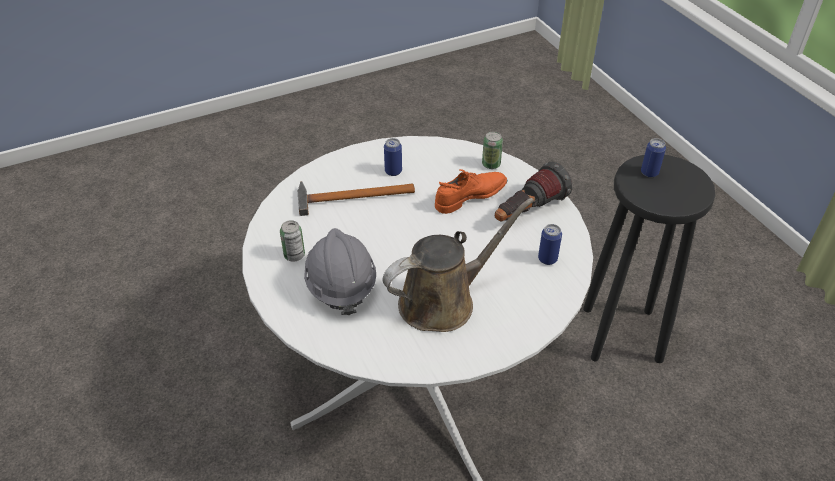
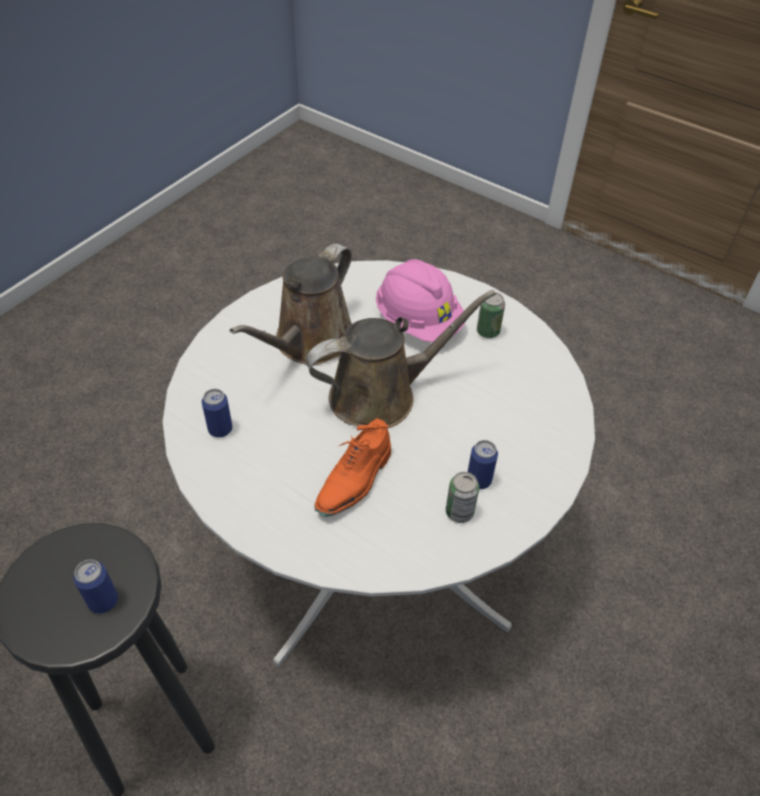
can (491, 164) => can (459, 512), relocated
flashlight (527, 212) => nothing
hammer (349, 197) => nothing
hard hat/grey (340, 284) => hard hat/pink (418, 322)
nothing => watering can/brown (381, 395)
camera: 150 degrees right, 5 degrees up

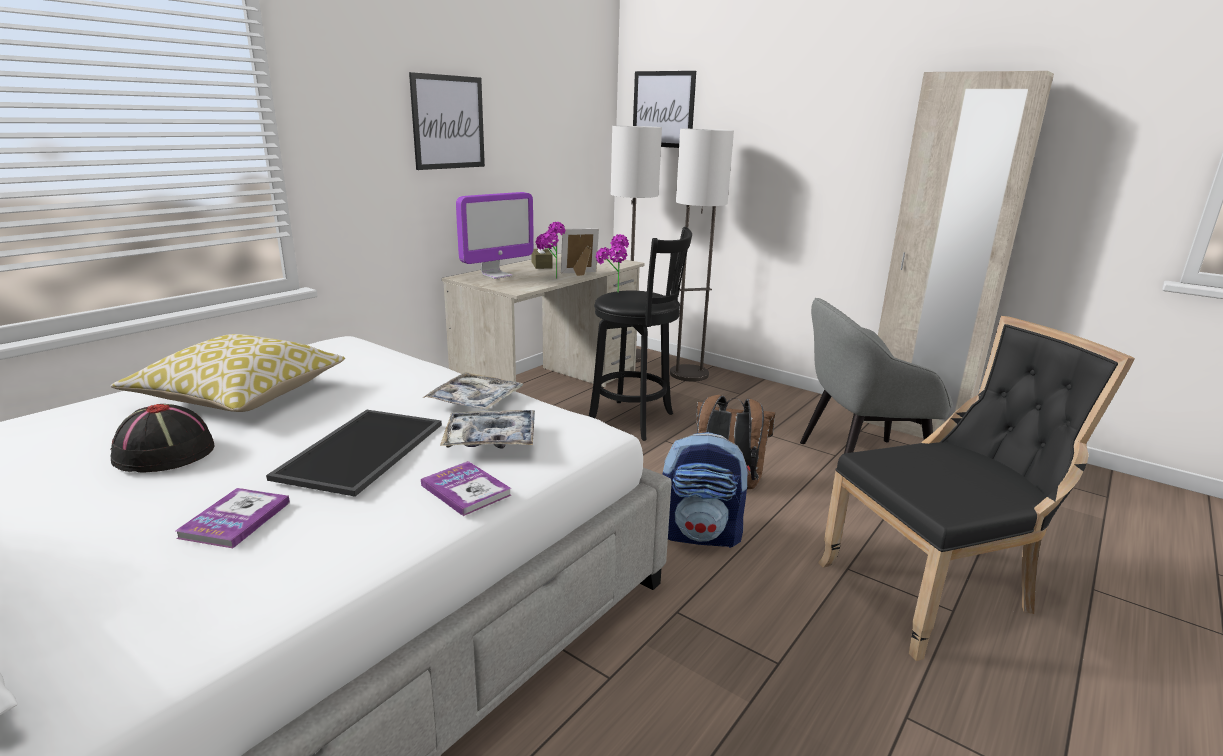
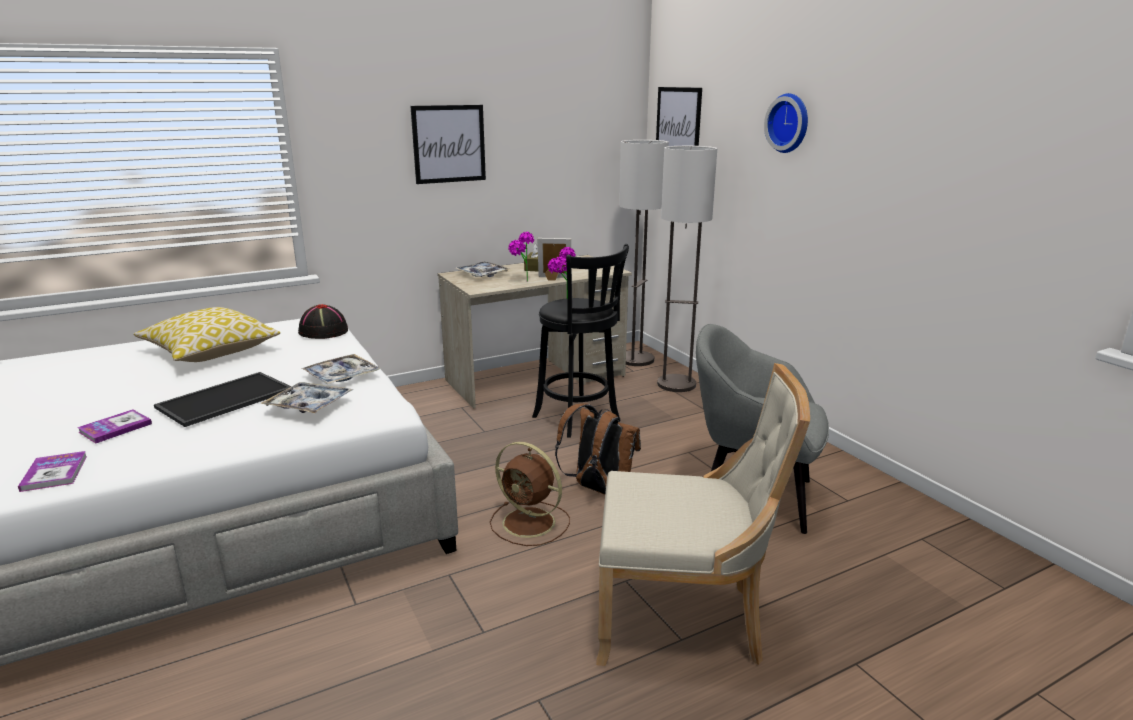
wardrobe/beige (914, 429) => nothing
monitor (496, 275) => tray (482, 274)
chair/black (934, 591) => chair/beige (684, 619)
hat/black (164, 453) => hat/black (323, 331), relocated
backpack (701, 534) => fan/brown (531, 523)
book (466, 490) => book (54, 473), relocated
nothing => wall clock (790, 123)
camera: 25 degrees right, 0 degrees up

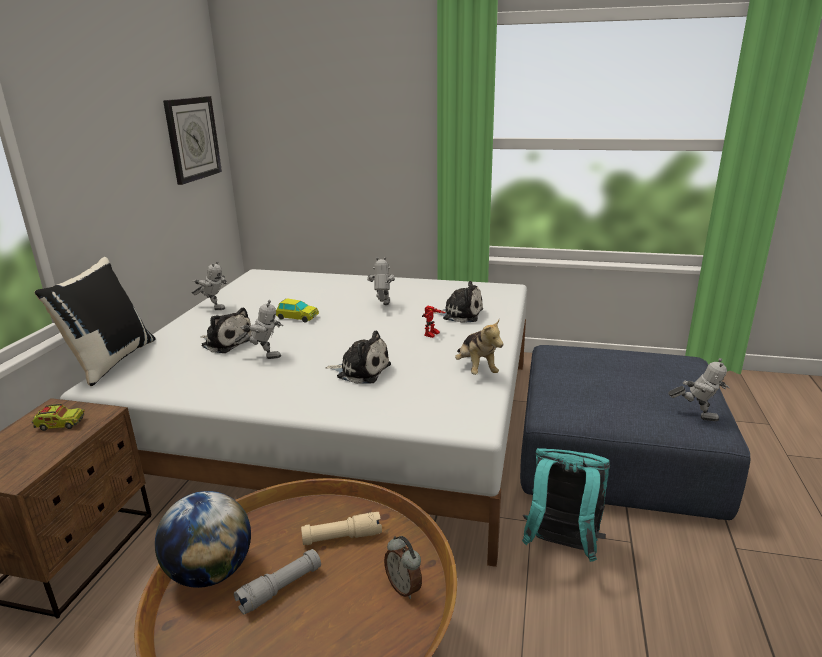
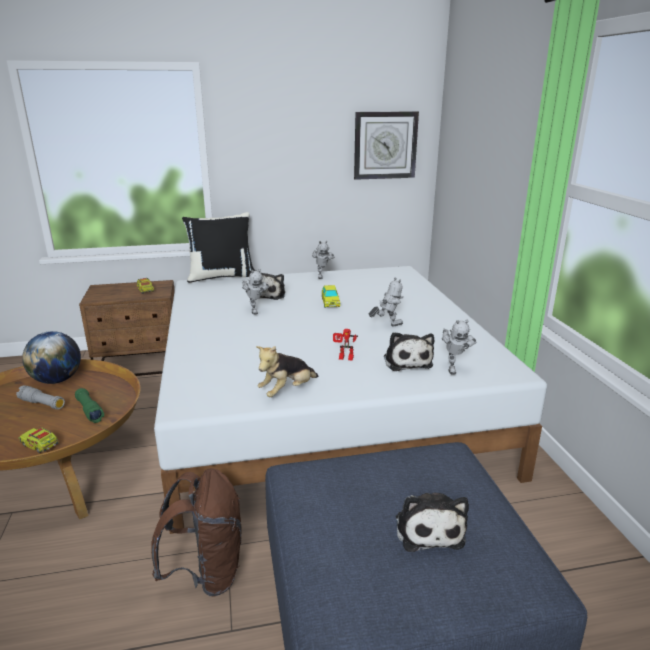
plush toy (361, 371) => plush toy (428, 528), relocated
toy robot (695, 415) => toy robot (453, 367), relocated
backpack/turquoise (561, 546) => backpack/brown (207, 572)
flashlight/beige (342, 537) => flashlight/green (89, 410)
alarm clock (404, 587) => toy truck (40, 445)
camera: 65 degrees right, 0 degrees up

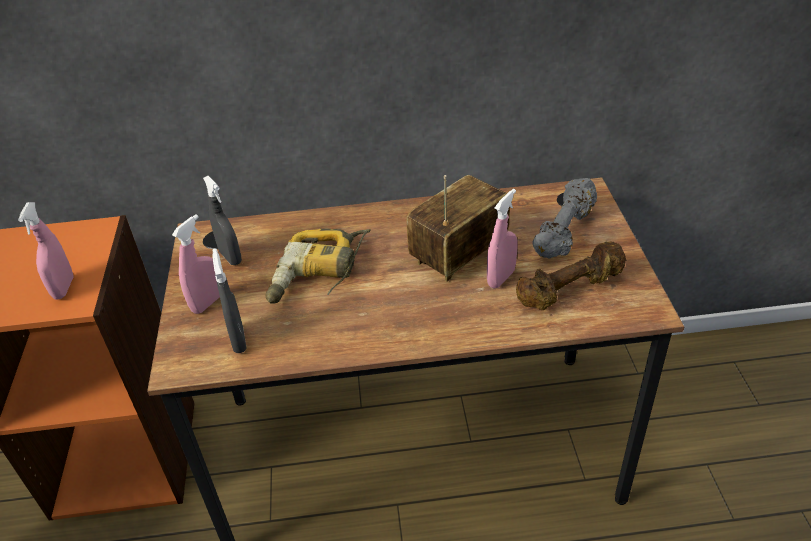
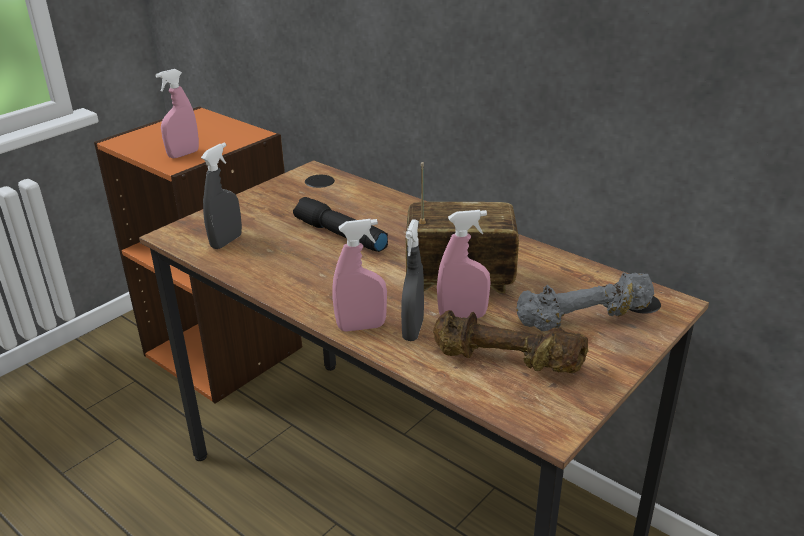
spray bottle/grey (230, 257) => spray bottle/grey (413, 330), relocated
spray bottle/pink (207, 303) => spray bottle/pink (361, 327), relocated
power drill (319, 275) => flashlight/black (339, 235)
camera: 45 degrees right, 10 degrees down

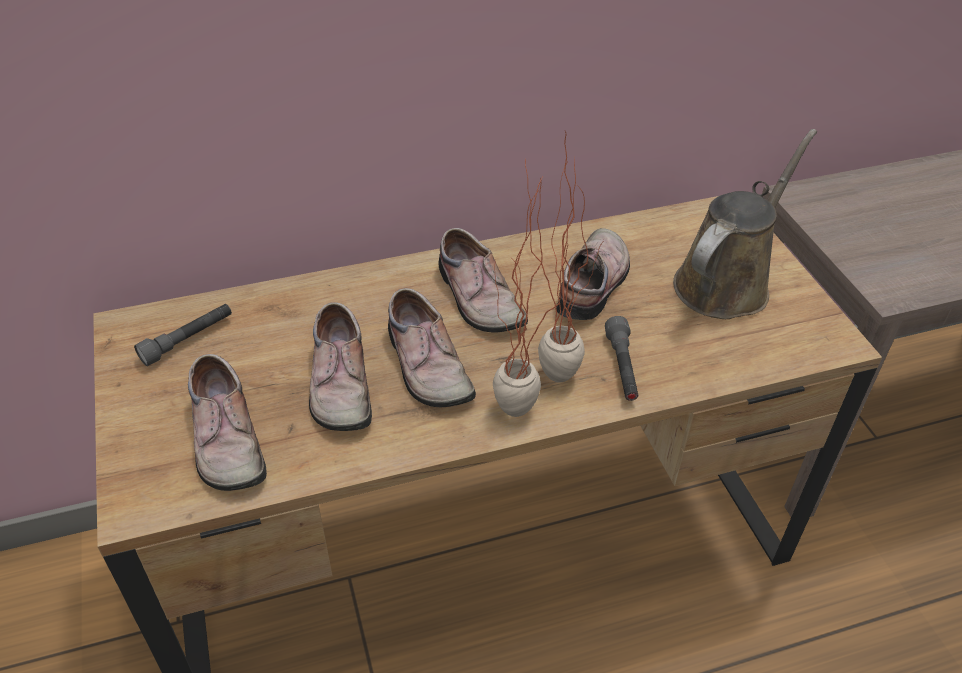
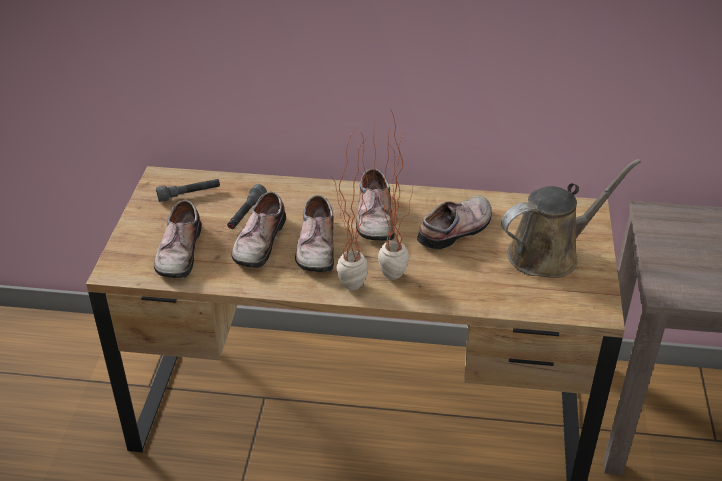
flashlight/grey (622, 367) => flashlight/grey (246, 214), relocated
camera: 25 degrees right, 5 degrees down

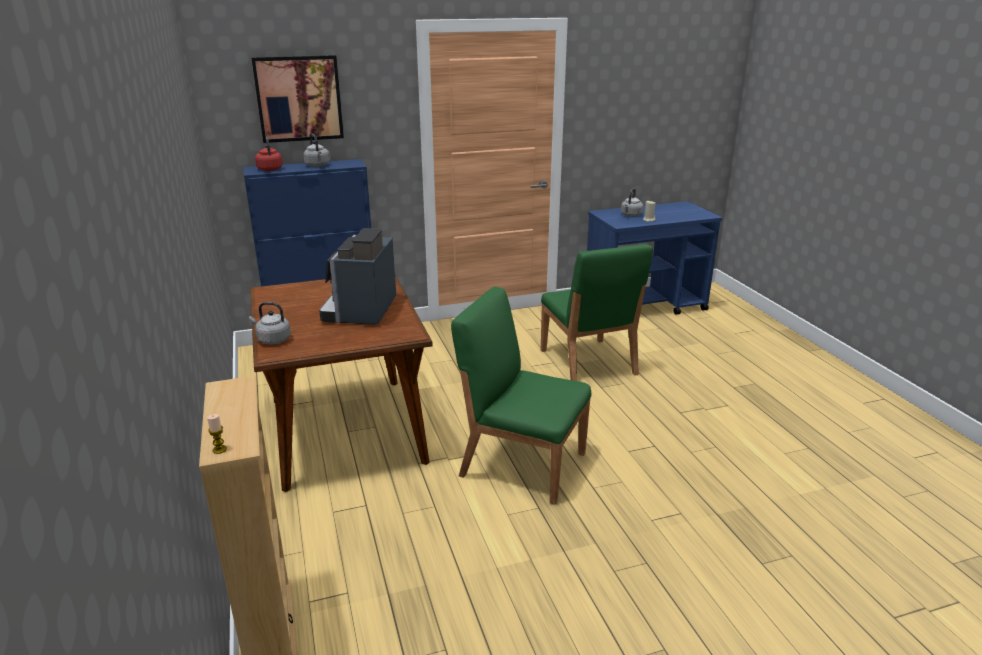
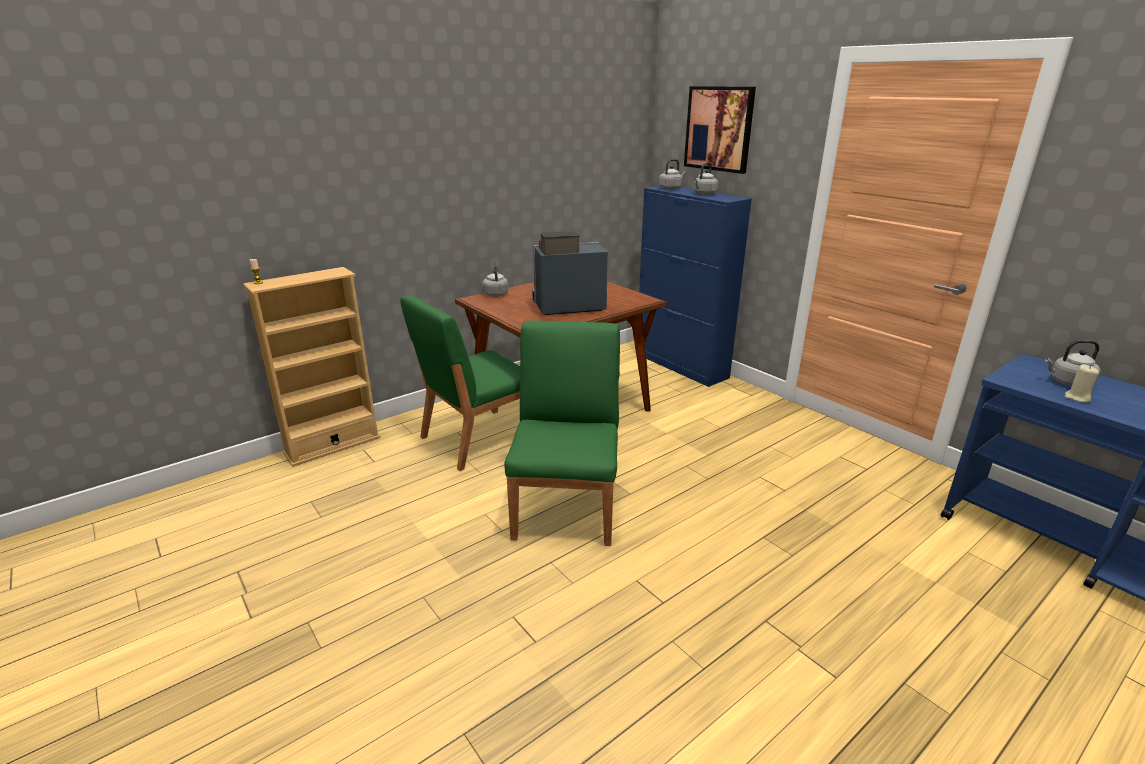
kettle/red (270, 169) => kettle/grey (671, 189)
chair/green (587, 363) => chair/green (477, 438), relocated
camera: 70 degrees right, 0 degrees up

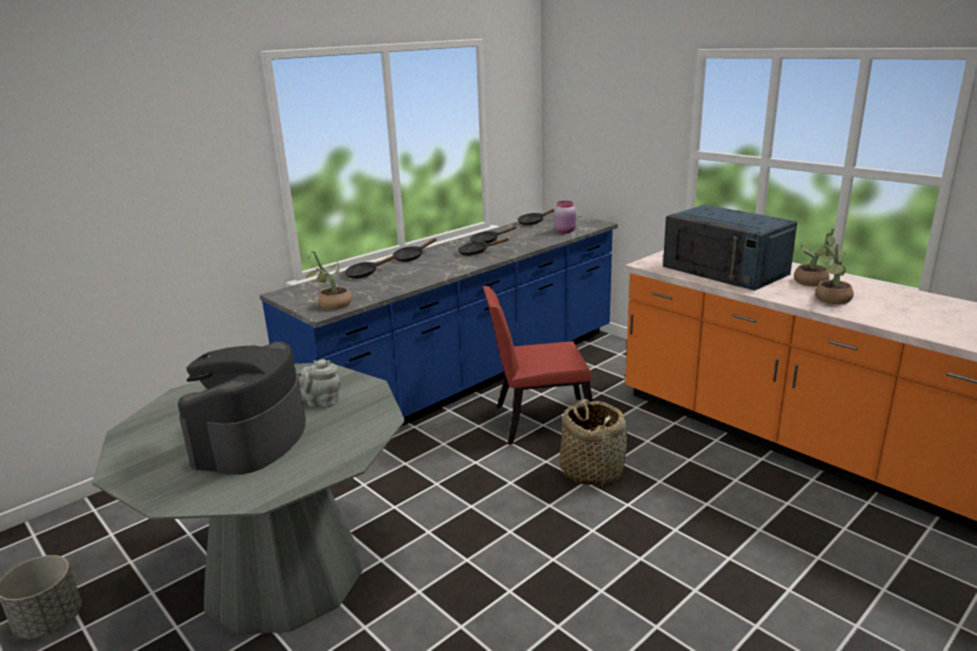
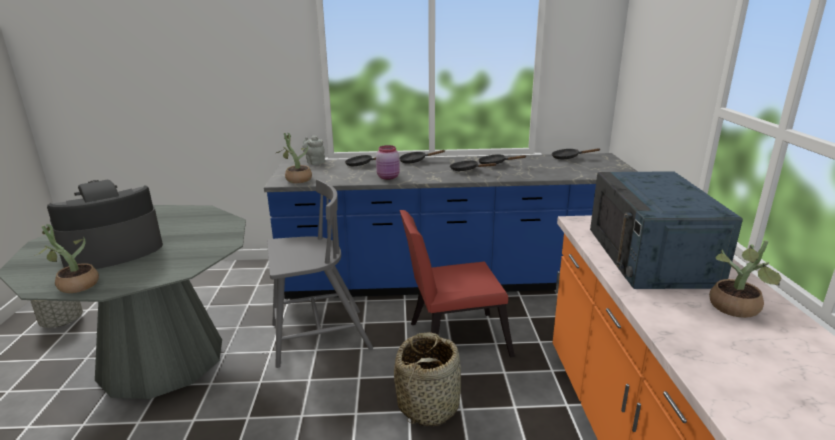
jar/pink (565, 231) => jar/pink (389, 177), relocated
potted plant (830, 300) => potted plant (74, 285), relocated
chair/red (538, 420) => chair/red (452, 339), 45 degrees counterclockwise
teapot/grey (320, 402) => teapot/grey (314, 162), relocated
nothing => chair/grey (318, 337)
camera: 40 degrees right, 0 degrees up

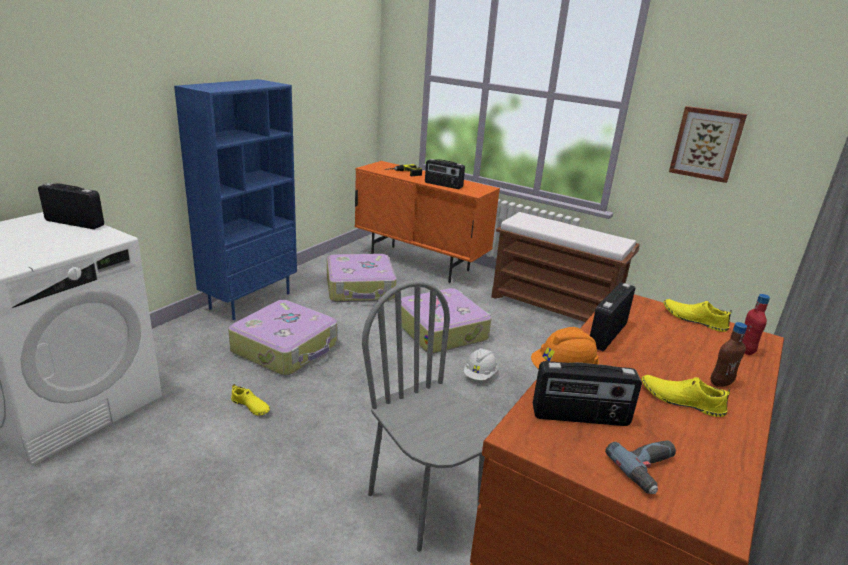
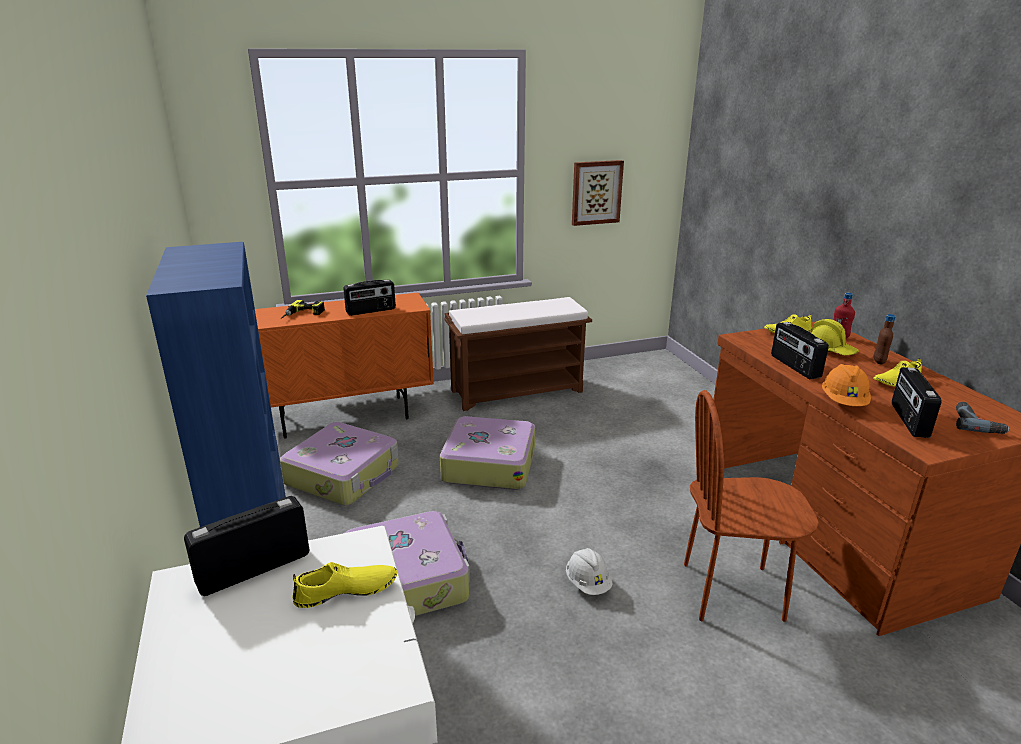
chair/grey (425, 504) => chair/brown (732, 592)
hard hat/white (479, 375) => hard hat/white (588, 583), relocated
radio (580, 417) => radio (908, 420), 150 degrees clockwise
shoe/yellow (250, 406) => shoe/yellow (346, 591), relocated
nothing => hard hat/yellow (830, 350)
camera: 50 degrees left, 0 degrees up

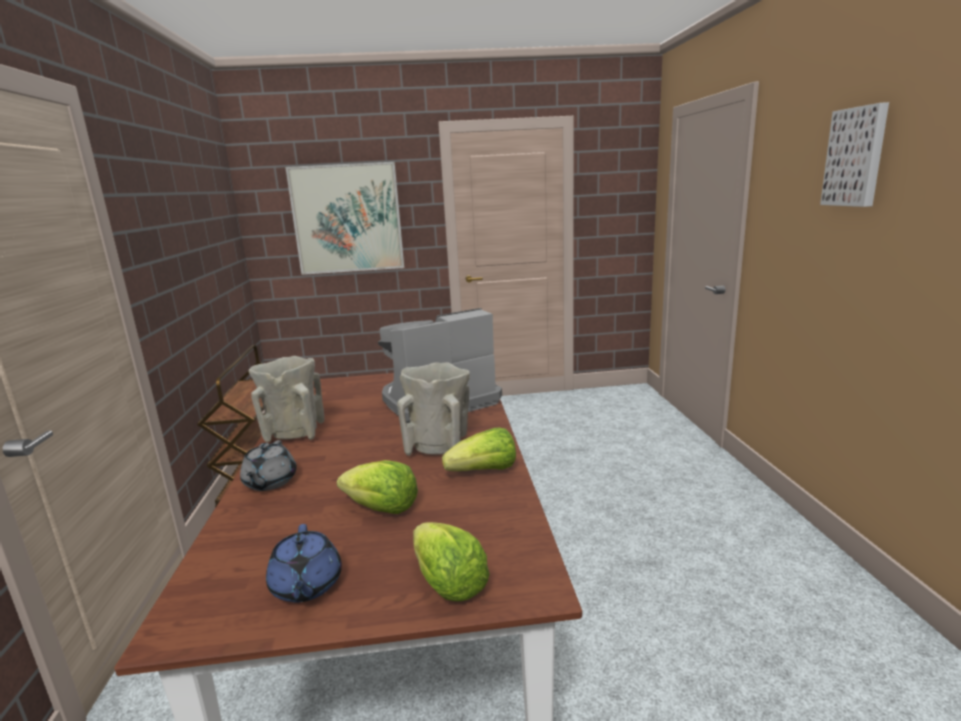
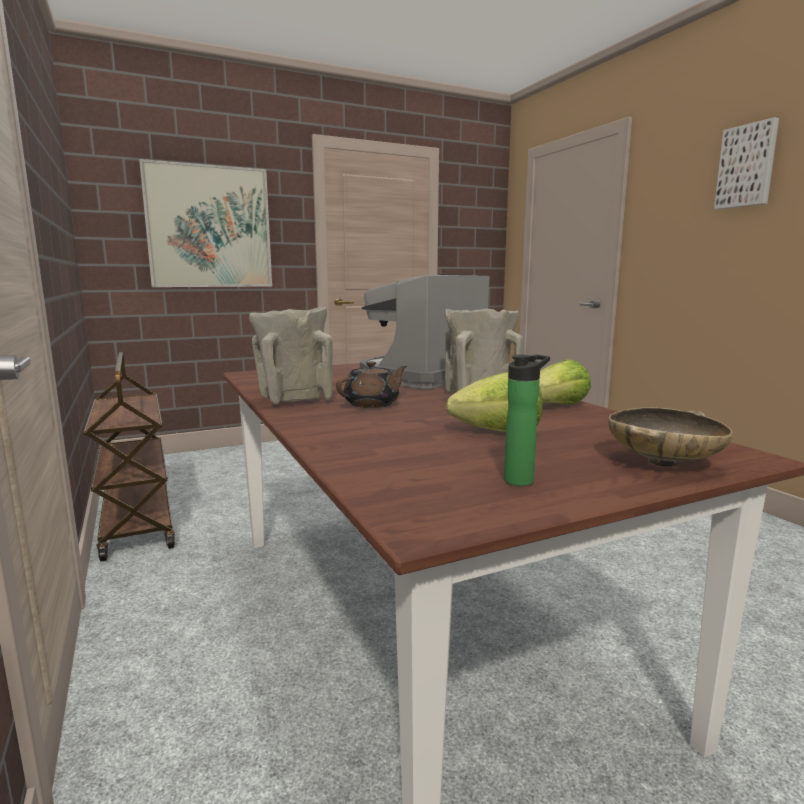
teapot/grey (269, 482) => nothing
lettuce (448, 583) => bowl/beige (664, 463)
teapot/blue (306, 586) => bottle (522, 480)
nothing => teapot/brown (373, 404)
camera: 20 degrees left, 5 degrees down

